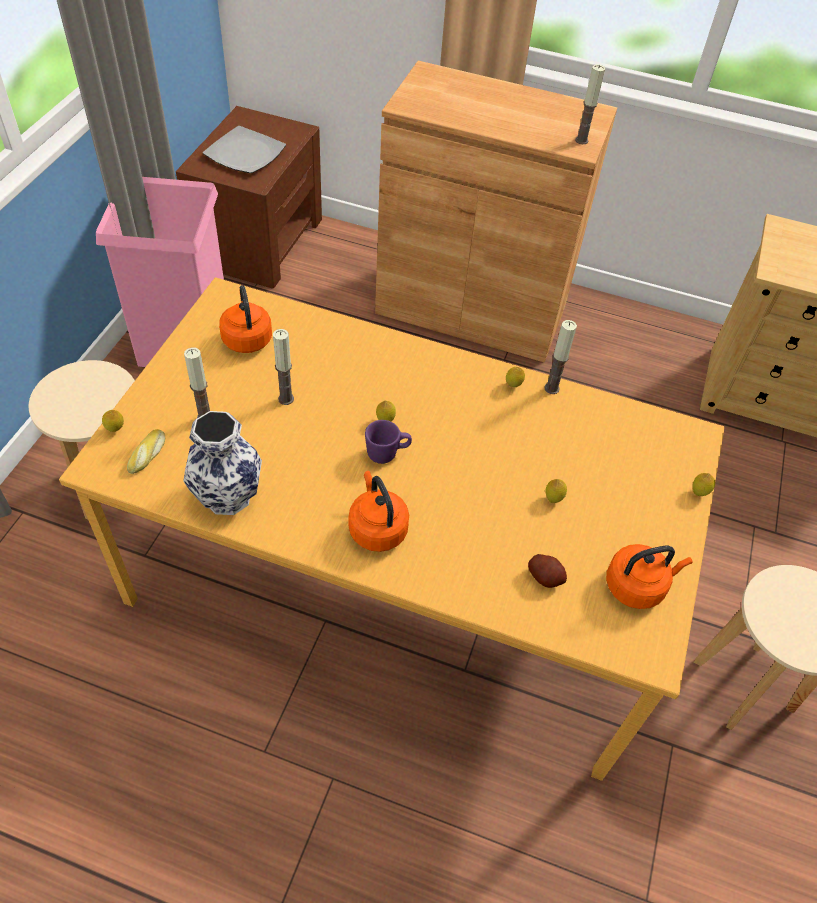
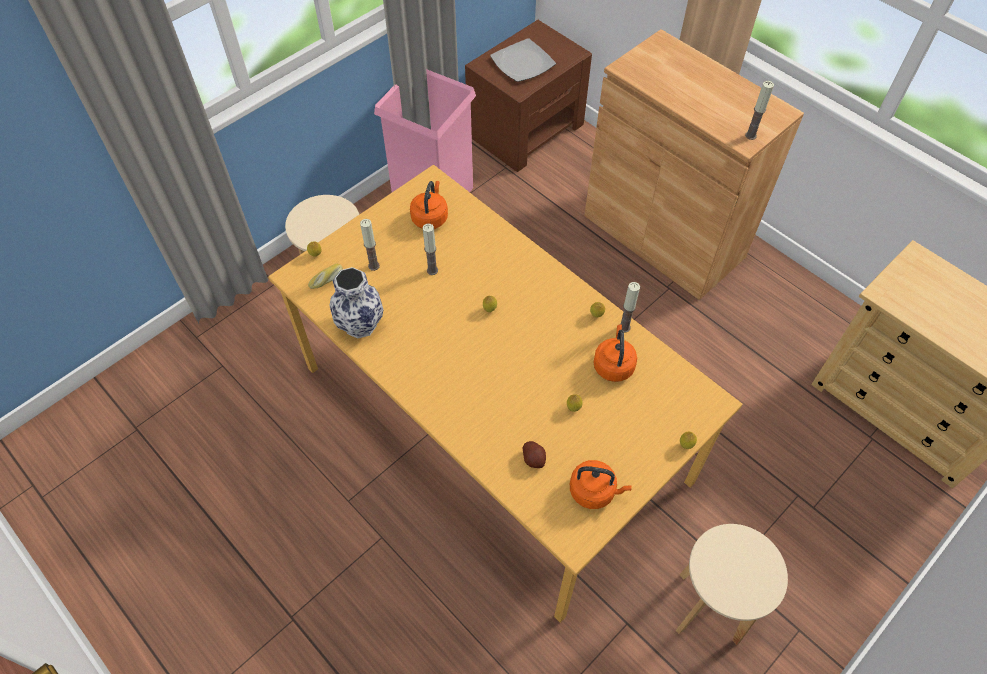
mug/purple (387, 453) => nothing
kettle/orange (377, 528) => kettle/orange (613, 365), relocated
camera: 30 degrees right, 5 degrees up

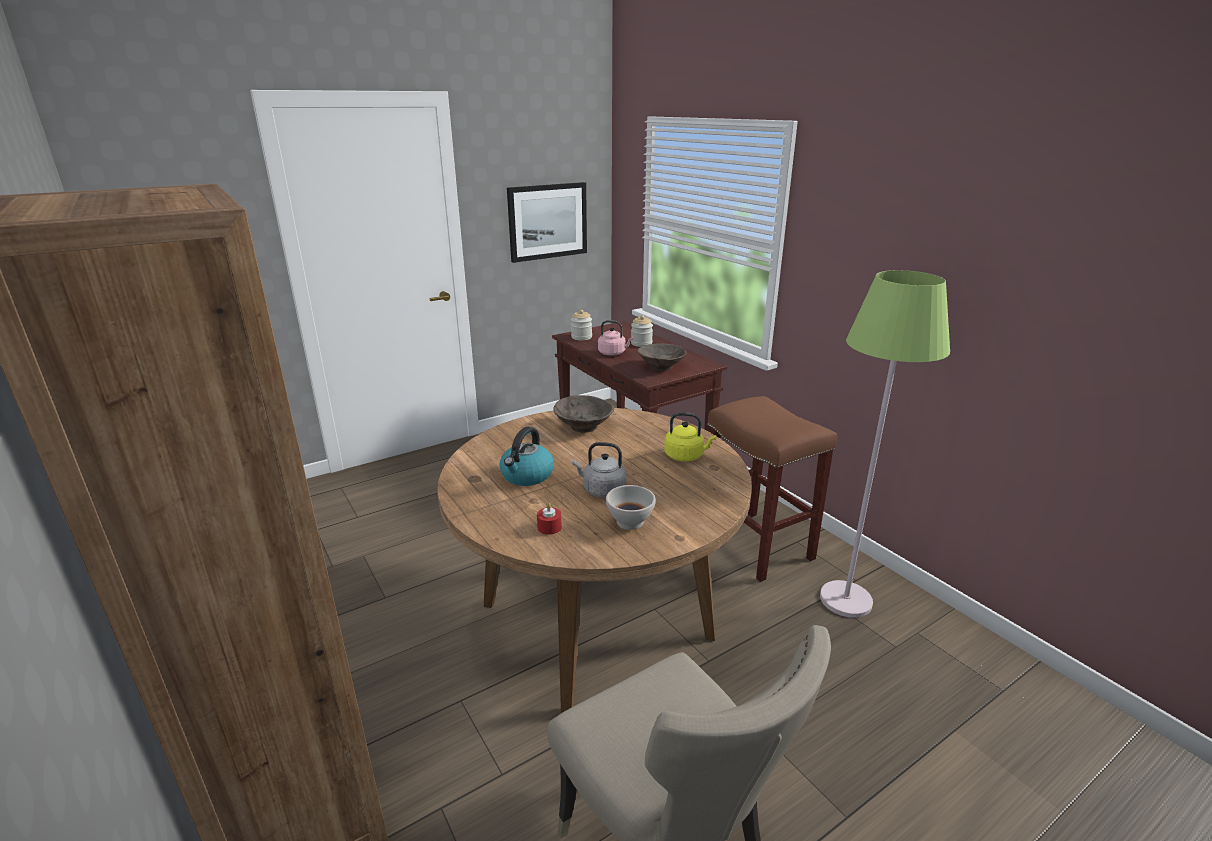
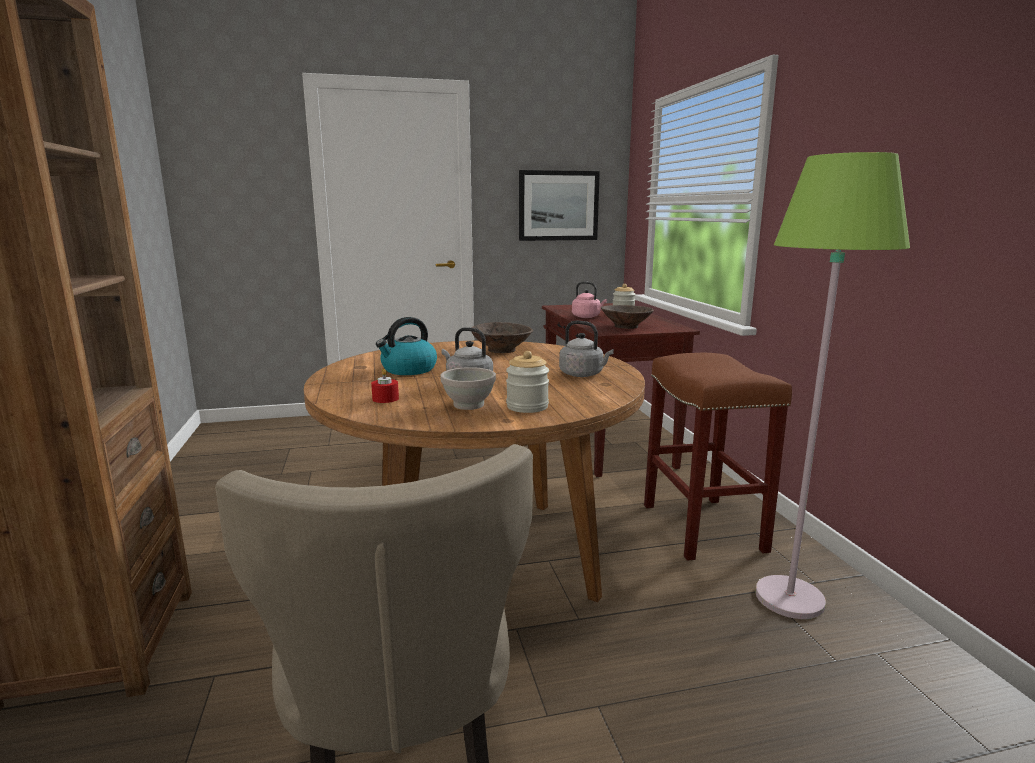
jar (581, 337) => jar (527, 407), relocated
kettle/yellow (686, 456) => kettle/grey (583, 374)
camera: 20 degrees right, 10 degrees down

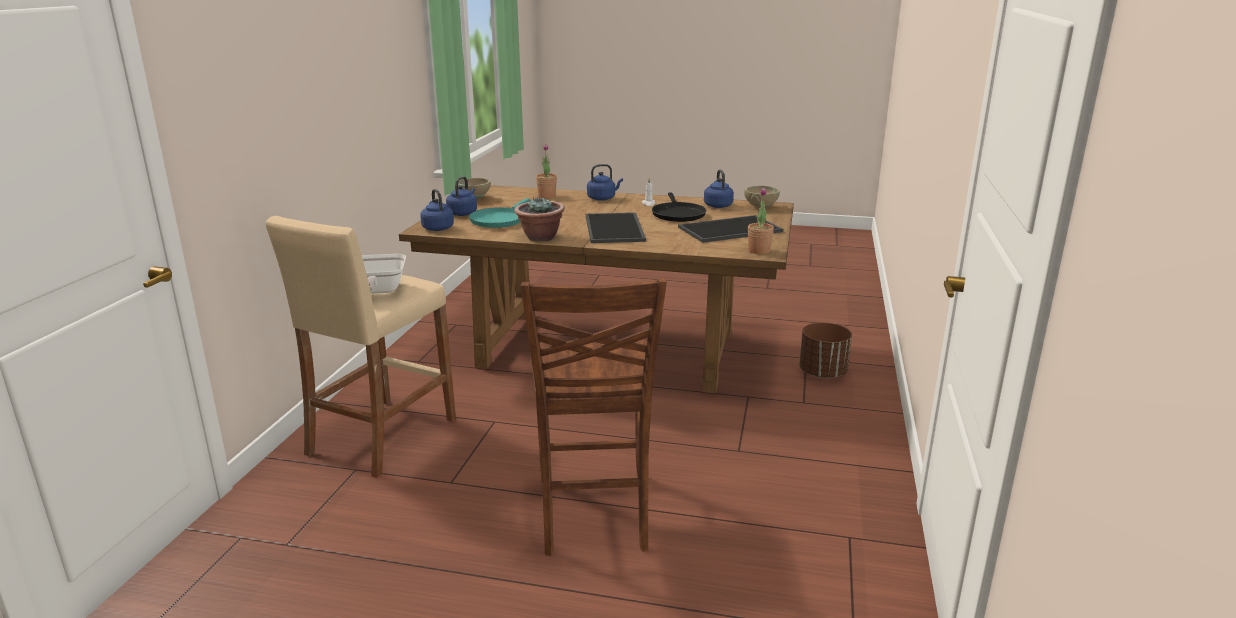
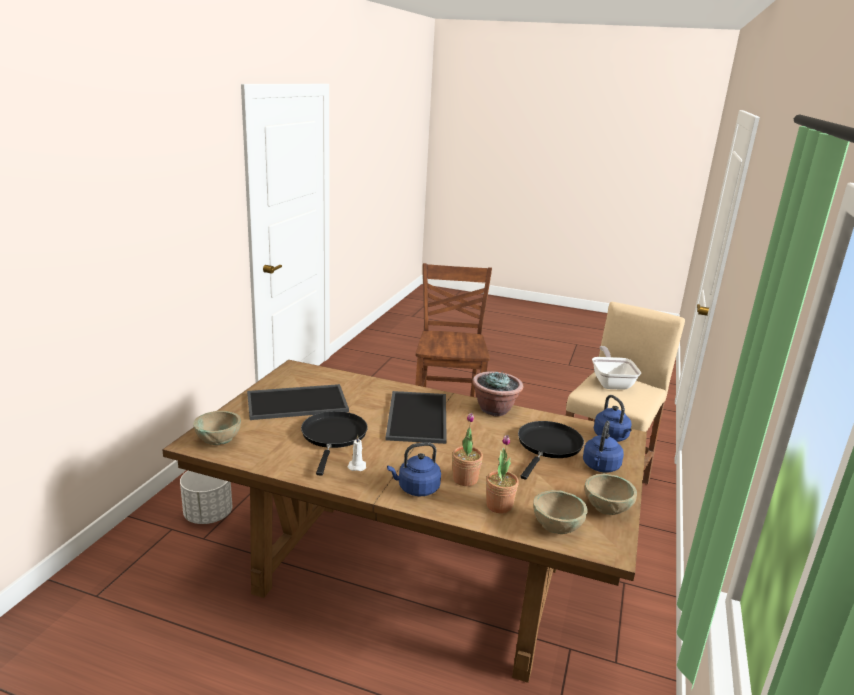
kettle/blue (717, 205) => nothing
potted plant (759, 251) => potted plant (465, 479), relocated
frying pan/turquoise (499, 220) => frying pan/black (548, 446)
planter/brown (823, 373) => planter/white (208, 515)
nothing => bowl/beige (557, 528)
camera: 175 degrees left, 0 degrees up

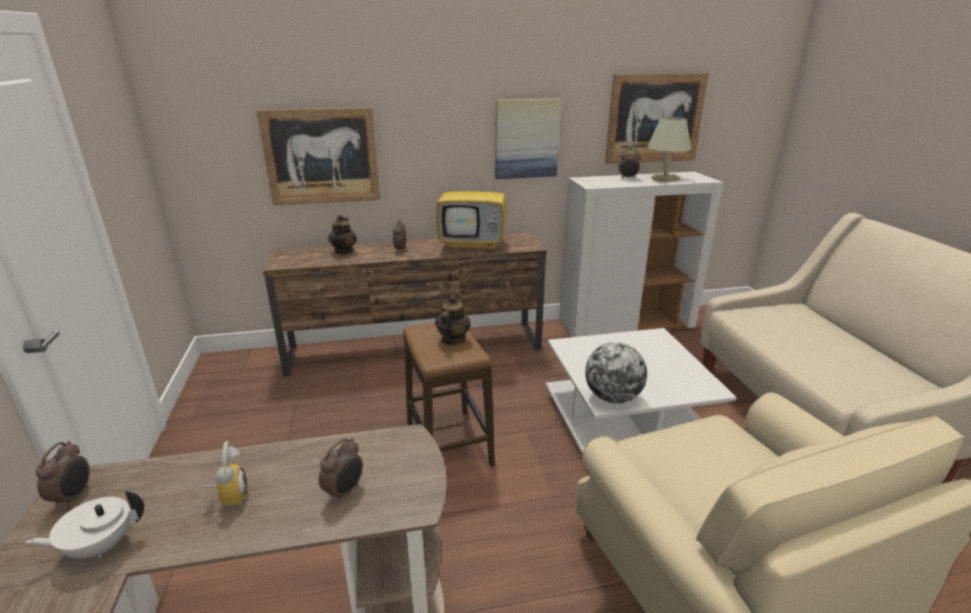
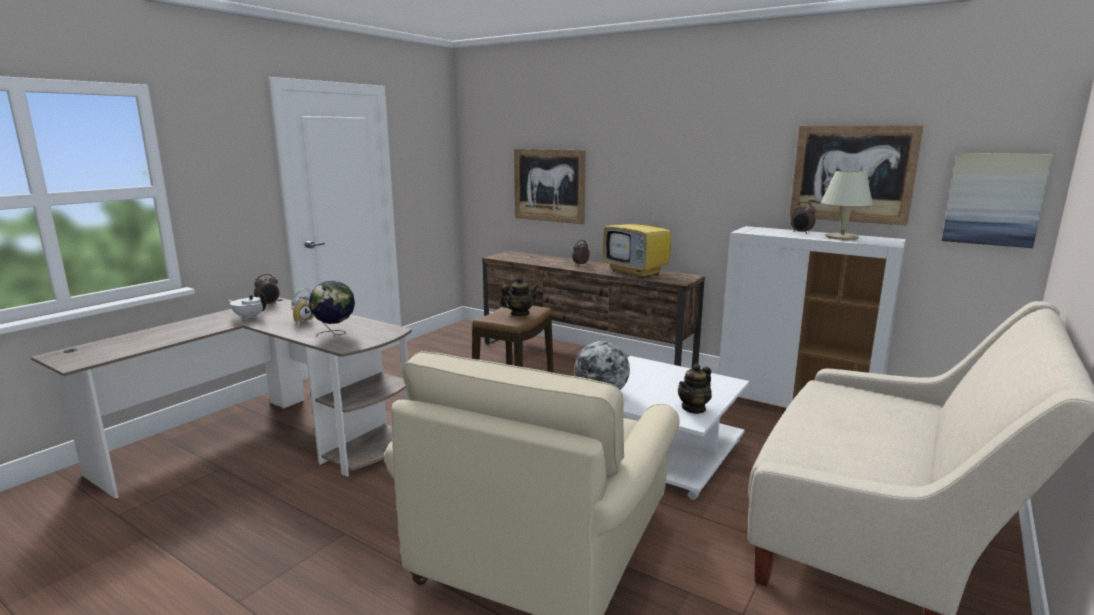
picture (526, 139) => picture (994, 199), relocated
teapot (344, 251) => teapot (694, 408), relocated
alarm clock (345, 492) => globe (335, 334)
camera: 45 degrees right, 10 degrees down

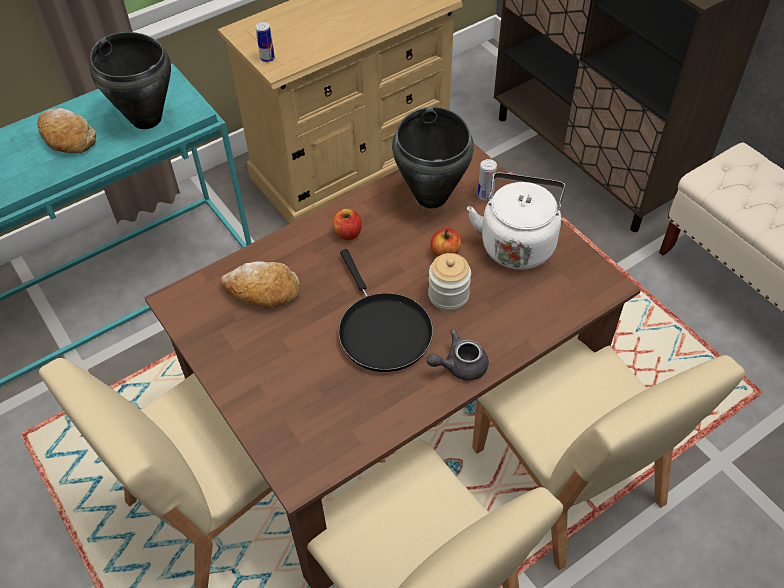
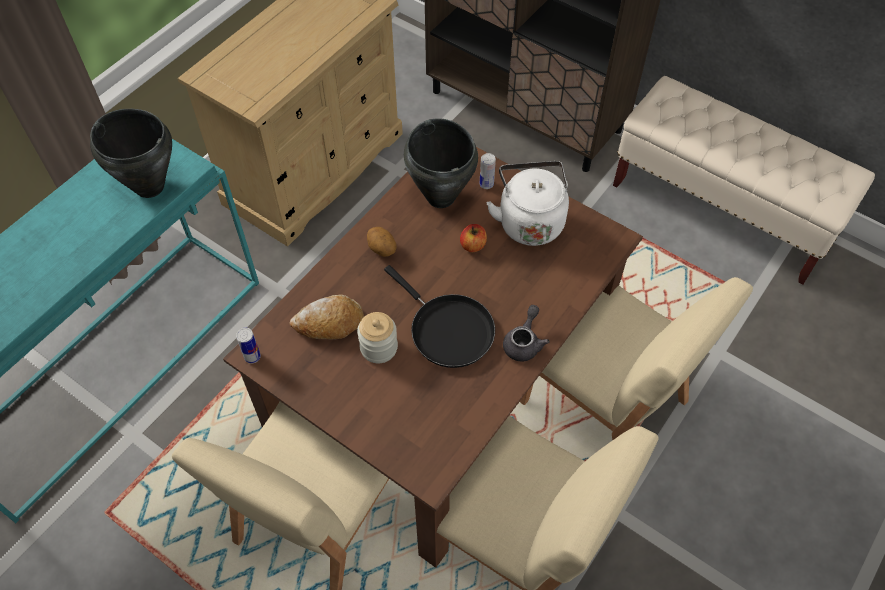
can (267, 58) => can (252, 357), relocated
bread (67, 138) => nothing
apple (348, 233) => potato (381, 249)
jar (448, 295) => jar (379, 347), relocated
teapot/grey (459, 366) => teapot/grey (524, 342), 150 degrees clockwise
camera: 20 degrees left, 5 degrees up

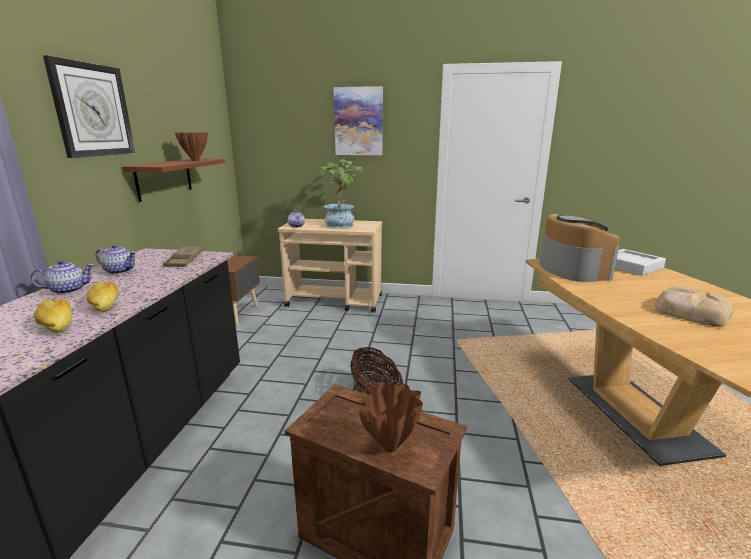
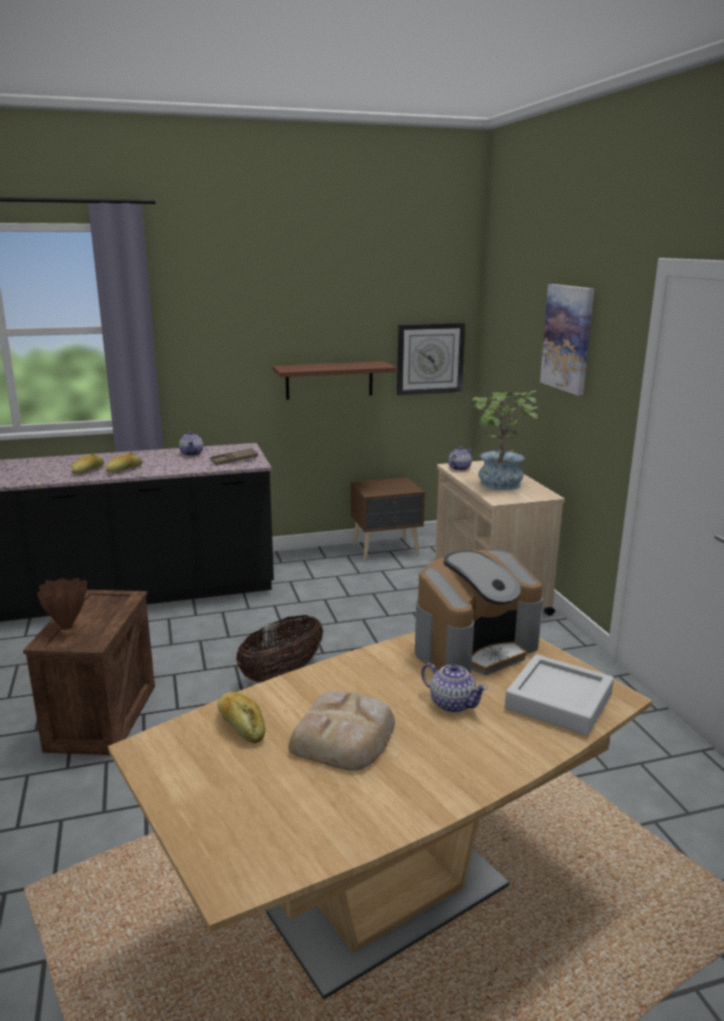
wall clock (92, 110) => wall clock (430, 358), relocated
vase/brown (195, 161) => nothing
teapot (68, 290) => teapot (452, 703), relocated
nothing => bread (241, 725)
camera: 65 degrees right, 0 degrees up

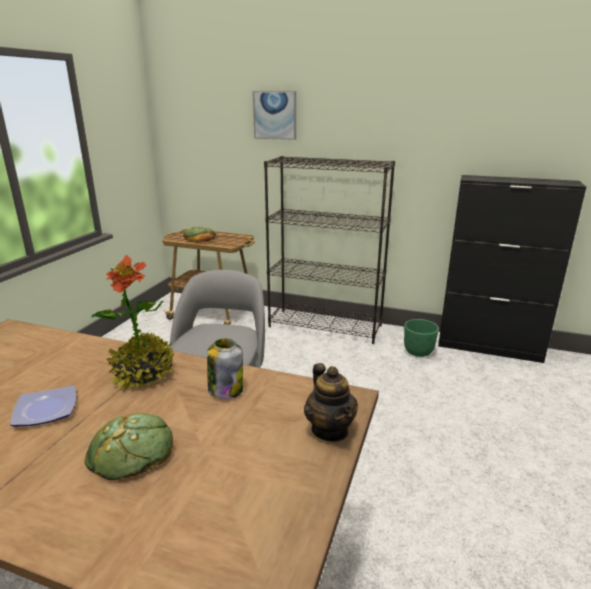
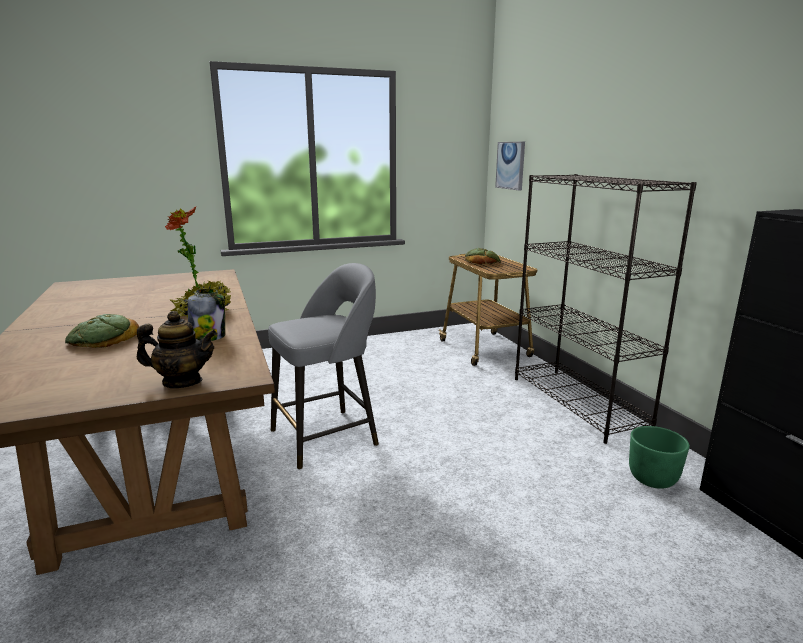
picture (275, 115) => picture (510, 165), relocated
teapot (330, 430) => teapot (182, 382), 120 degrees counterclockwise
plate (44, 410) => nothing
camera: 50 degrees right, 5 degrees down

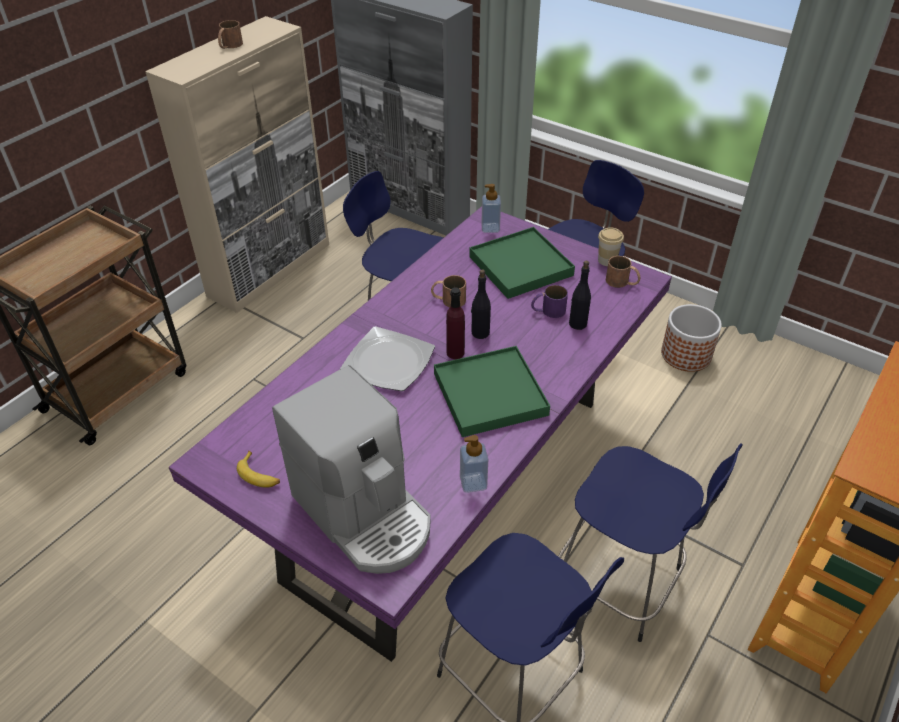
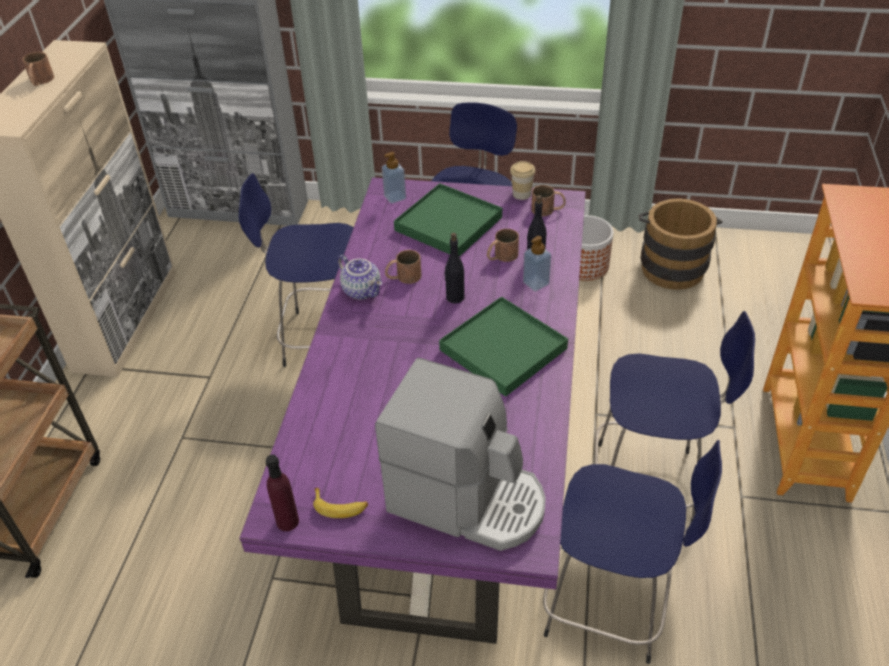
mug/purple (548, 310) => mug/brown (501, 256)
bottle/purple (455, 352) => bottle/purple (287, 521), relocated
plate (389, 362) => nothing
soap dispenser (473, 482) => soap dispenser (536, 283), relocated
nothing => bucket/brown (671, 265)
nothing => teapot (362, 291)
camera: 25 degrees left, 0 degrees up

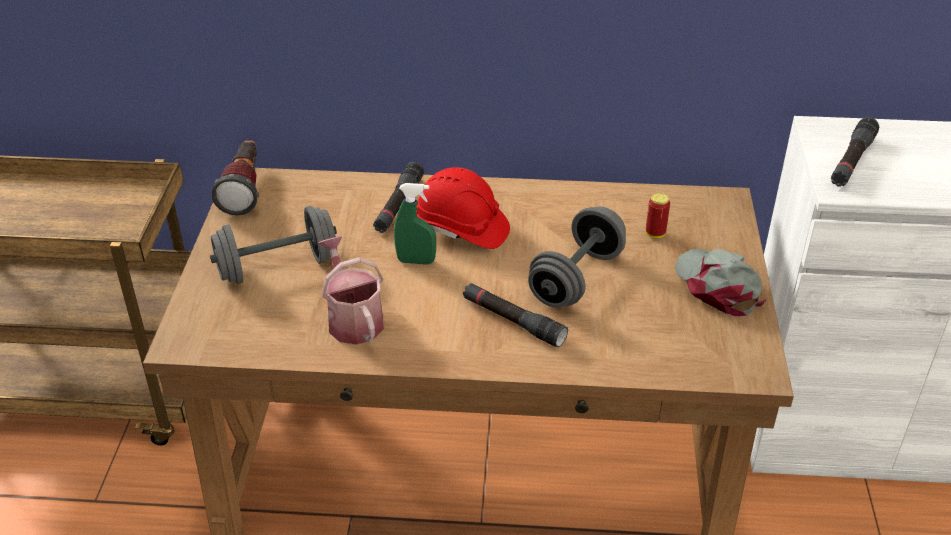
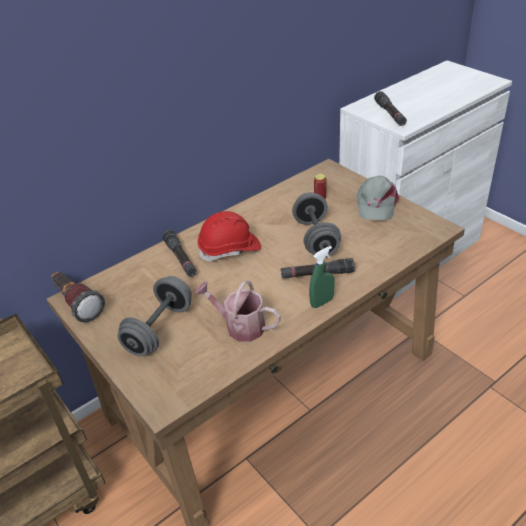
spray bottle/green (416, 261) => spray bottle/green (322, 302), relocated
cap/grey (718, 286) => cap/grey (376, 204), 105 degrees counterclockwise
camera: 40 degrees left, 0 degrees up

